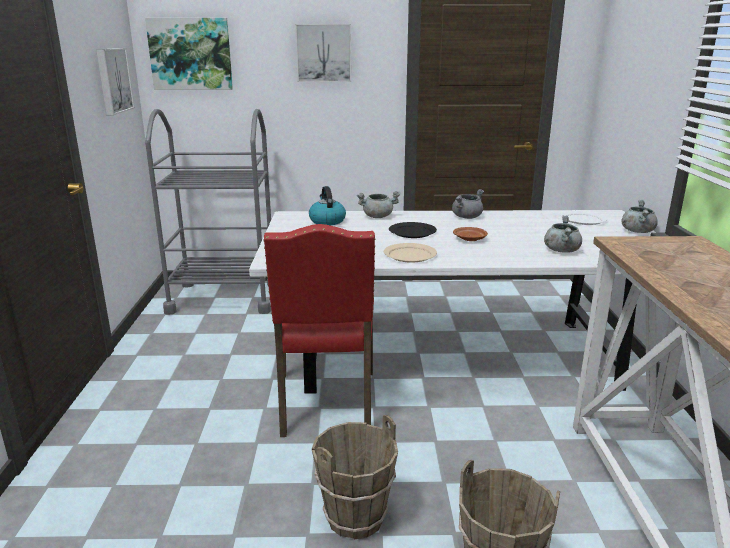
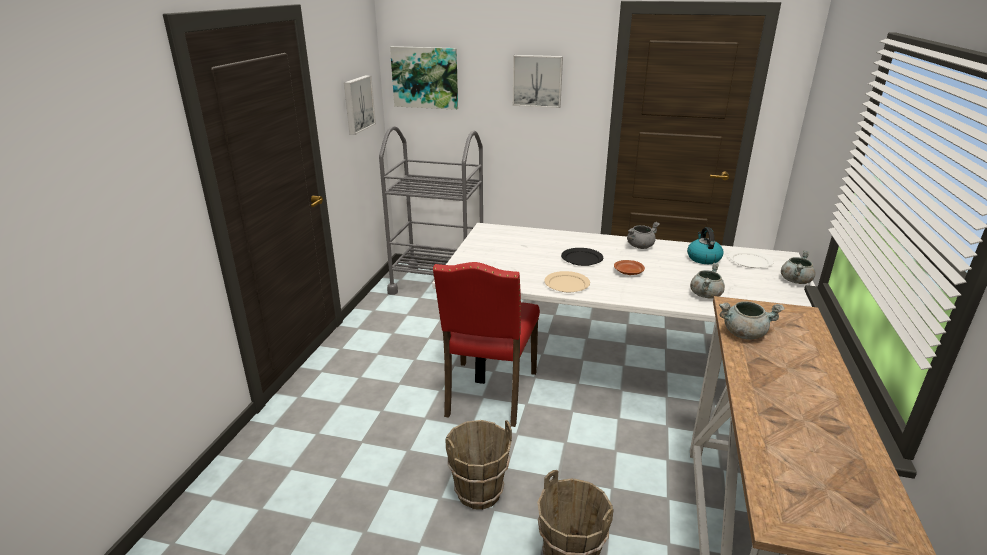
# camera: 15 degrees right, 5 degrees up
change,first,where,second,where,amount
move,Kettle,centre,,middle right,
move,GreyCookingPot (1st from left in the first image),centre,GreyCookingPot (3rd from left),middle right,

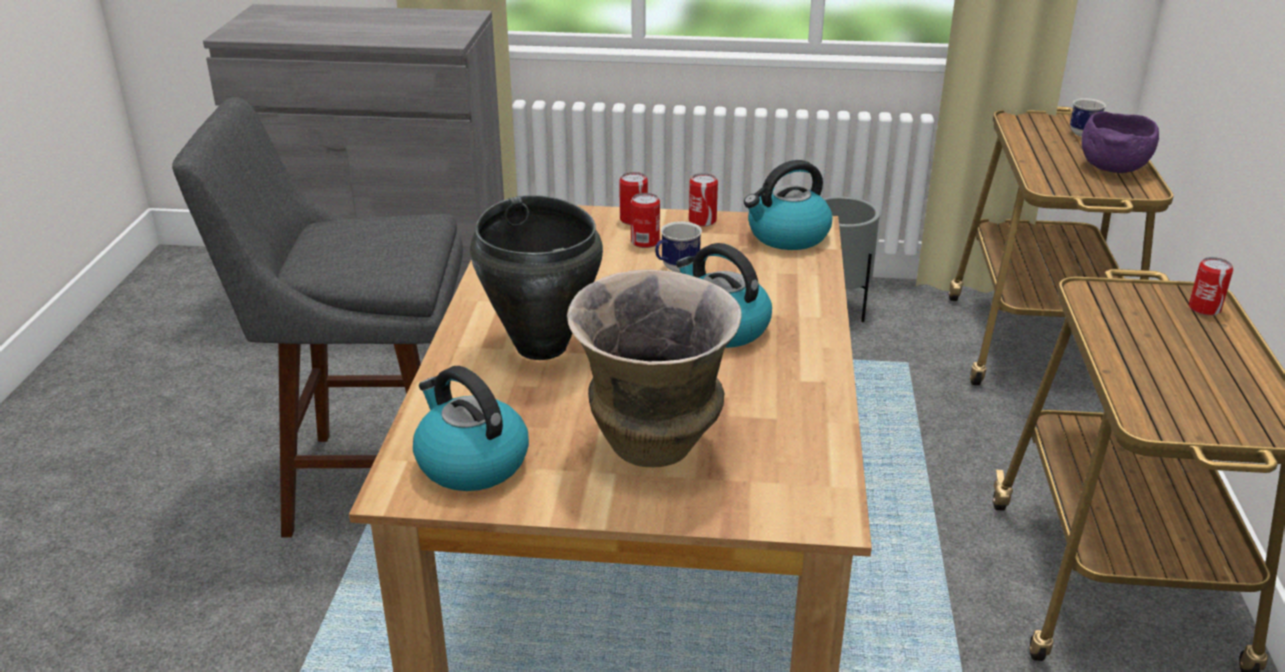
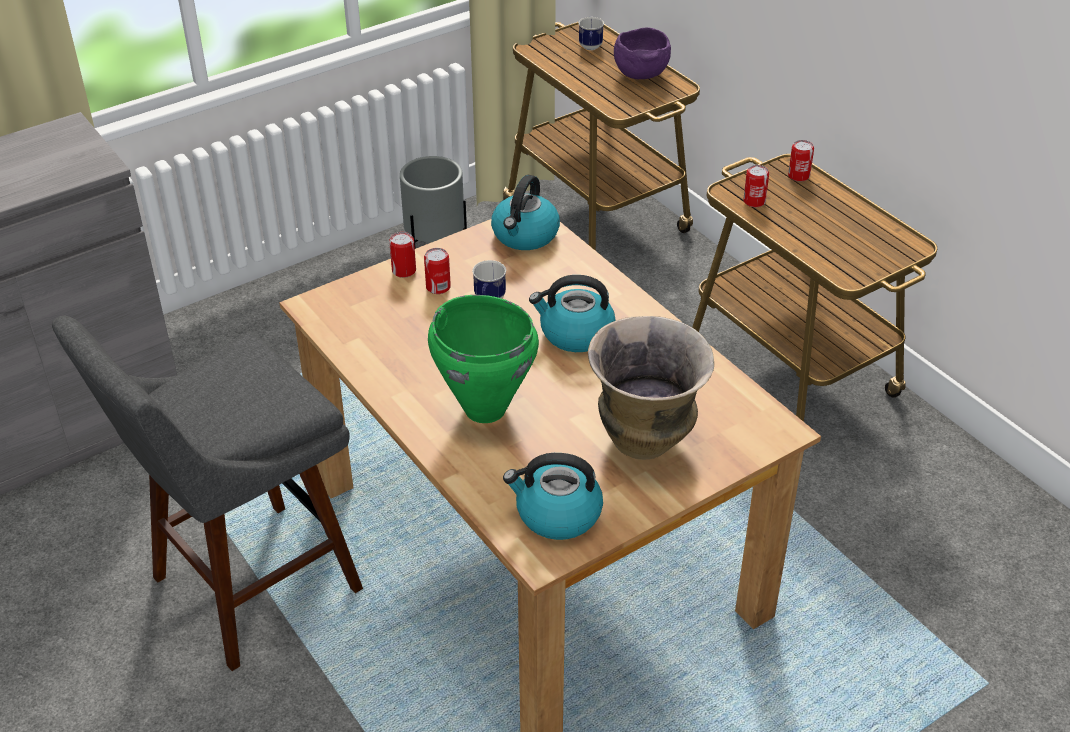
# camera: 40 degrees left, 10 degrees up
change,first,where,second,where,amount
recolor,BlackCookingPot,centre,GreenCookingPot,centre,
move,Can (3rd from left),top centre,,top right,

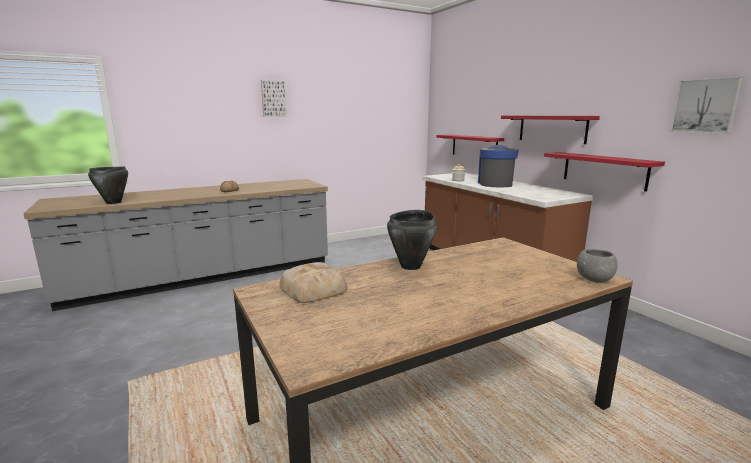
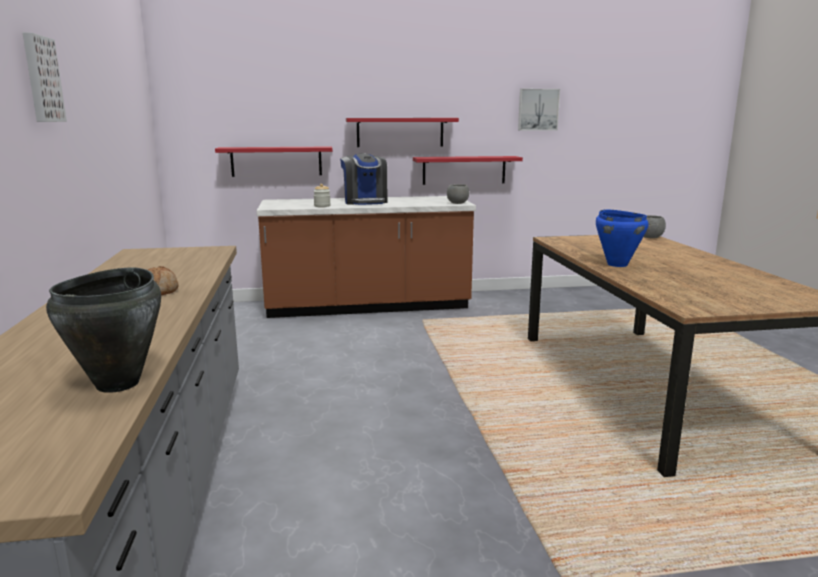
# camera: 70 degrees left, 0 degrees up
change,first,where,second,where,amount
rotate,CoffeeMachine,centre,,top centre,135 degrees counterclockwise
insert,,,GreyBowl (1st from left),centre,
recolor,BlackCookingPot (2nd from left),centre,BlueCookingPot,middle right,
delete,Bread (2nd from left),centre,,,

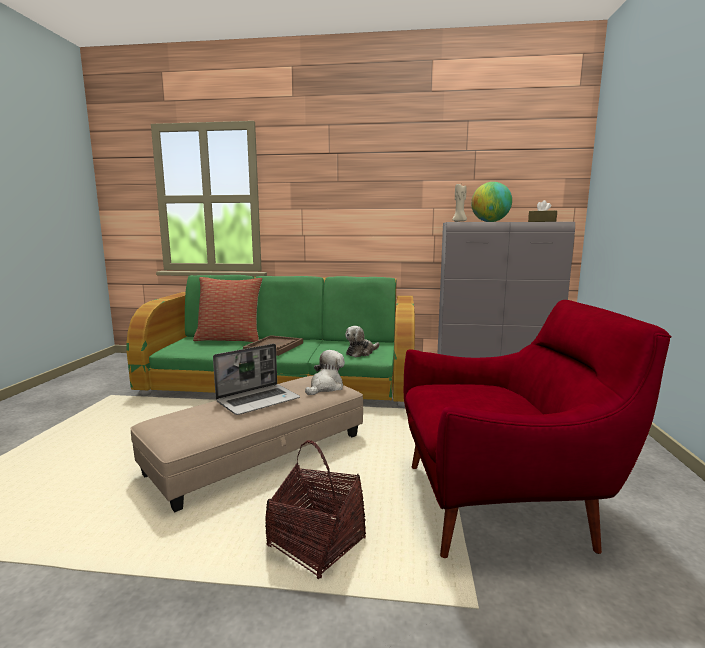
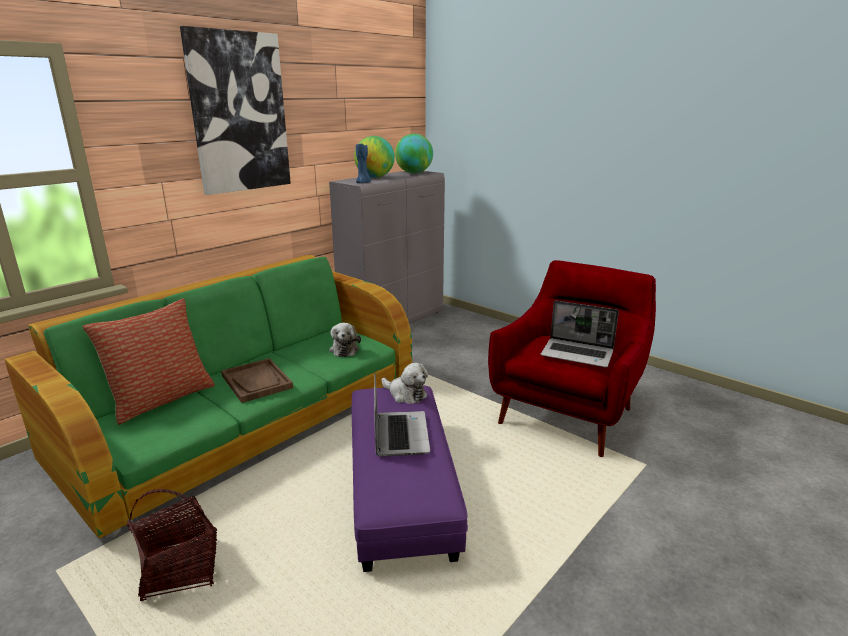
# camera: 55 degrees left, 10 degrees up
change,first,where,second,where,amount
move,Basket,bottom centre,,bottom left,
insert,,,Picture,top left,
recolor,BeigeOttoman,bottom centre,PurpleOttoman,bottom centre,
recolor,BeigeCandle,top centre,BlueCandle,top centre,
rotate,PlushToy (1st from left in the first image),centre,PlushToy (2nd from left),centre,150 degrees clockwise
replace,BrownTissueBox,top right,Globe (2nd from left),top centre,
insert,,,Laptop (2nd from left),middle right,

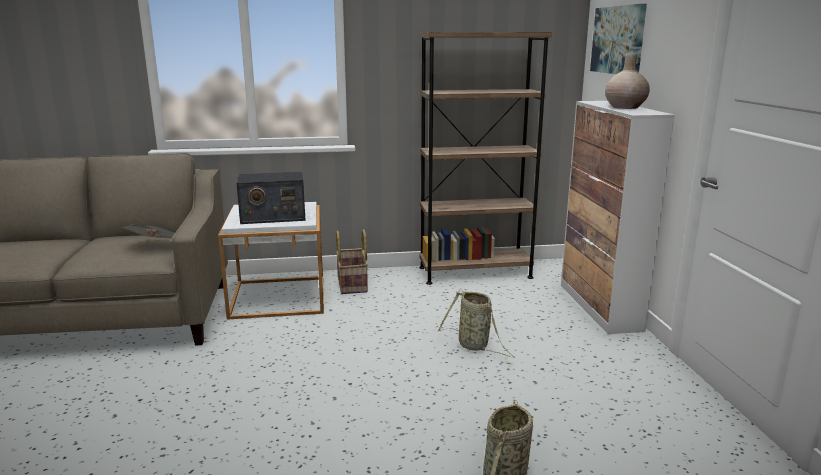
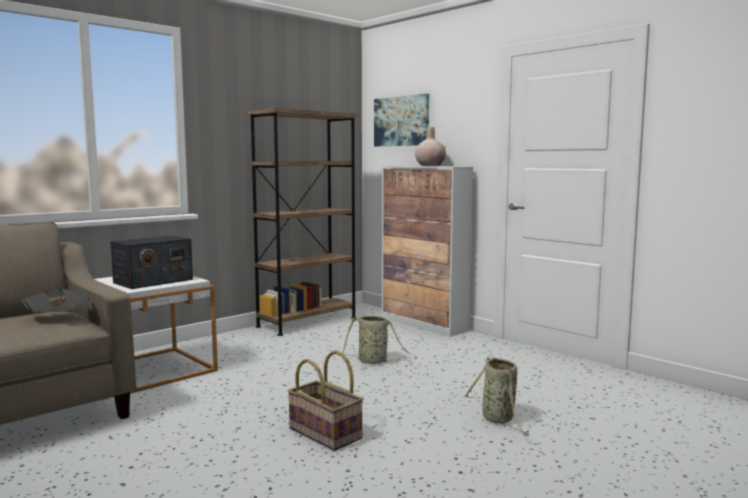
# camera: 35 degrees left, 10 degrees down
change,first,where,second,where,amount
move,Basket (1st from left),centre,,bottom centre,

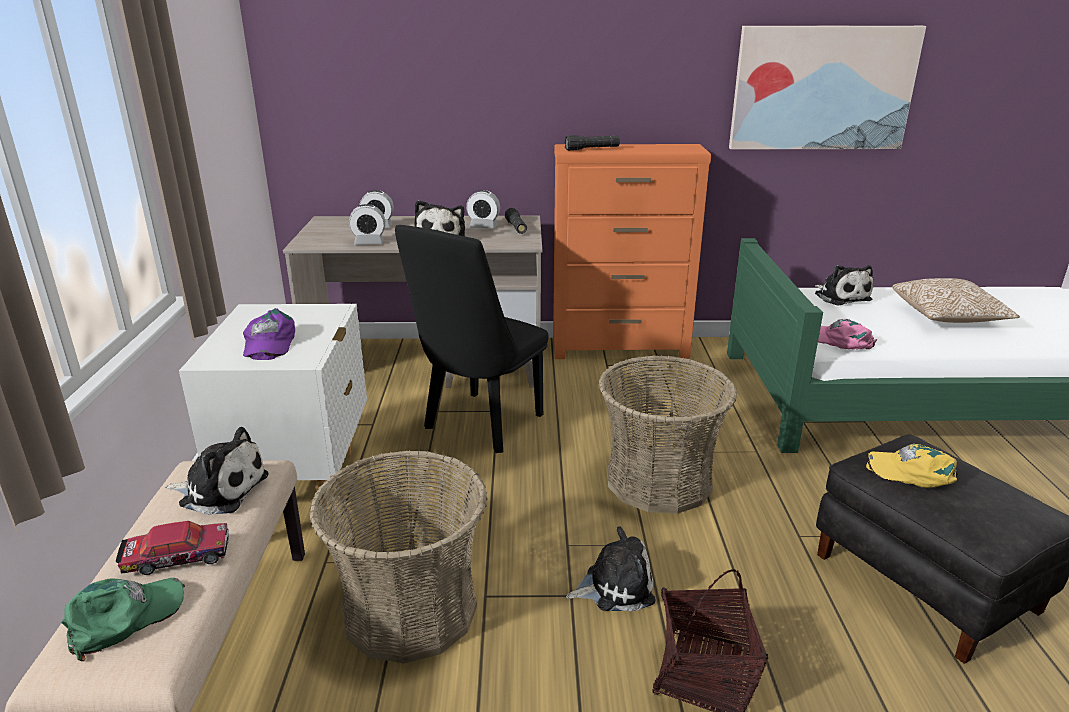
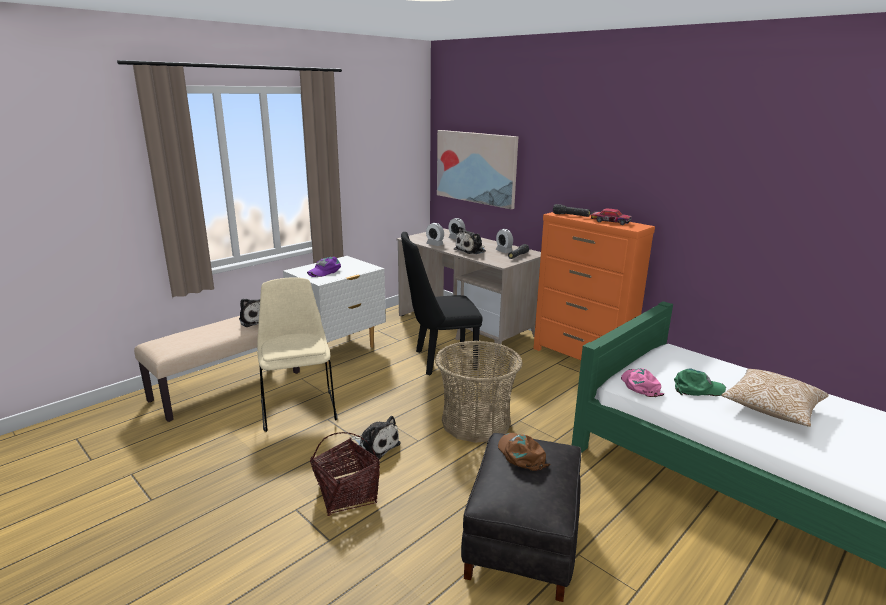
# camera: 45 degrees right, 5 degrees down
change,first,where,second,where,amount
replace,Basket (1st from left),bottom centre,BeigeChair,centre,
move,Picture,top right,,top centre,
recolor,YellowCap,middle right,BrownCap,bottom centre,
move,ToyCar,bottom left,,middle right,
move,GreenCap,bottom left,,middle right,
delete,PlushToy (4th from left),middle right,,,

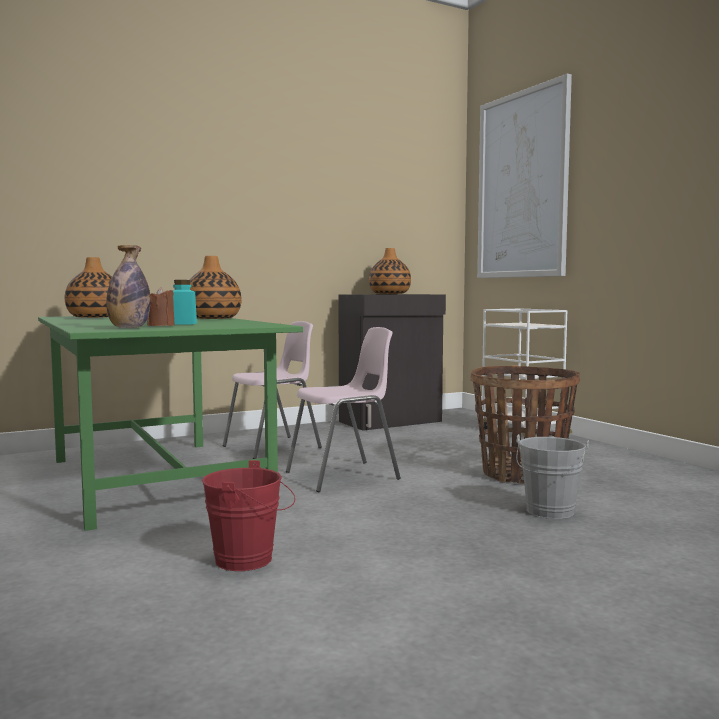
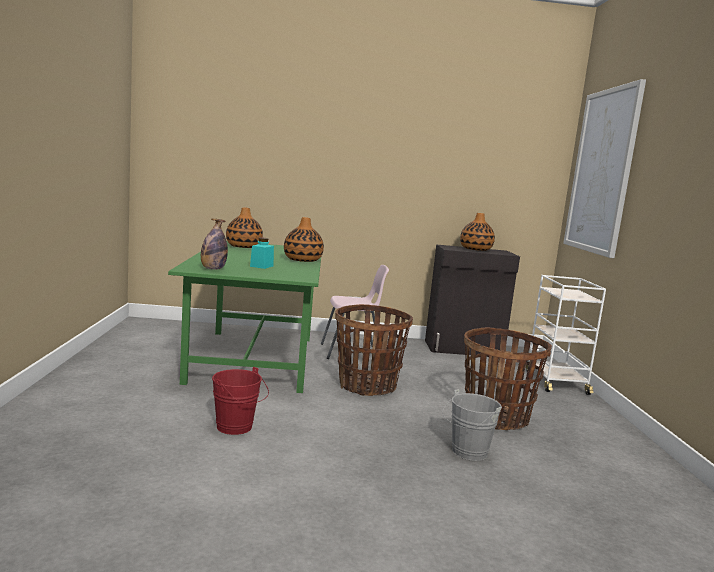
# camera: 25 degrees right, 5 degrees up
change,first,where,second,where,amount
replace,PinkChair (2nd from left),centre,Basket (1st from left),centre,
delete,BrownCandle,middle left,,,

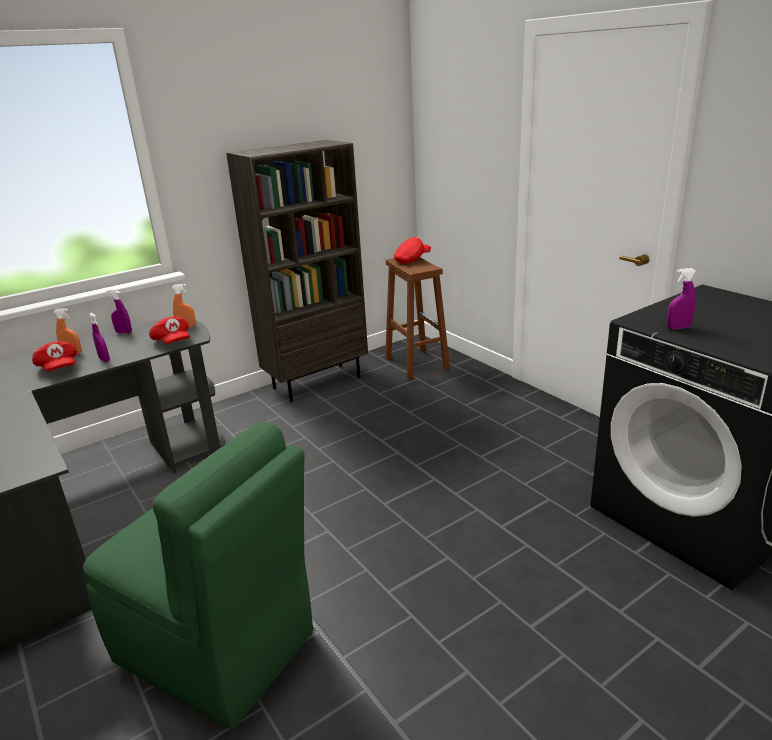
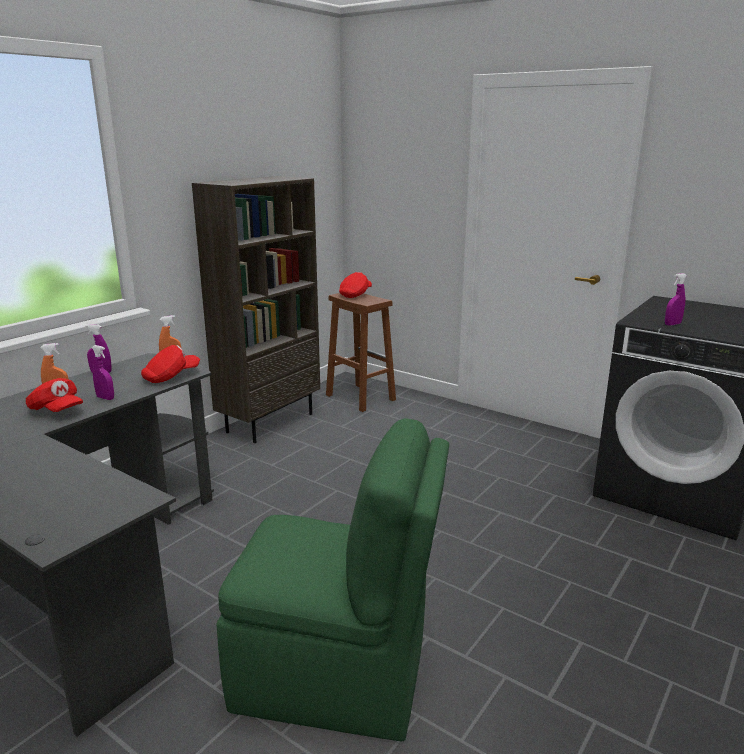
# camera: 20 degrees left, 5 degrees down
change,first,where,second,where,amount
rotate,RedCap (2nd from left),middle left,,middle left,75 degrees counterclockwise

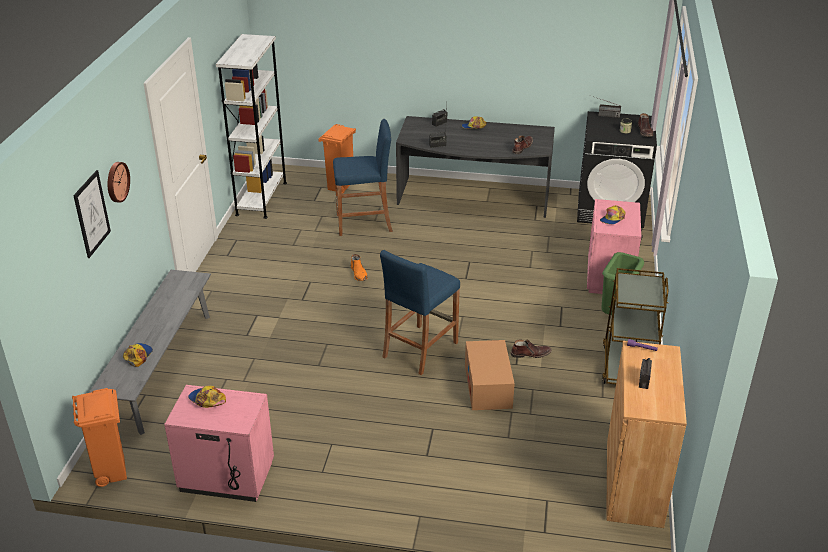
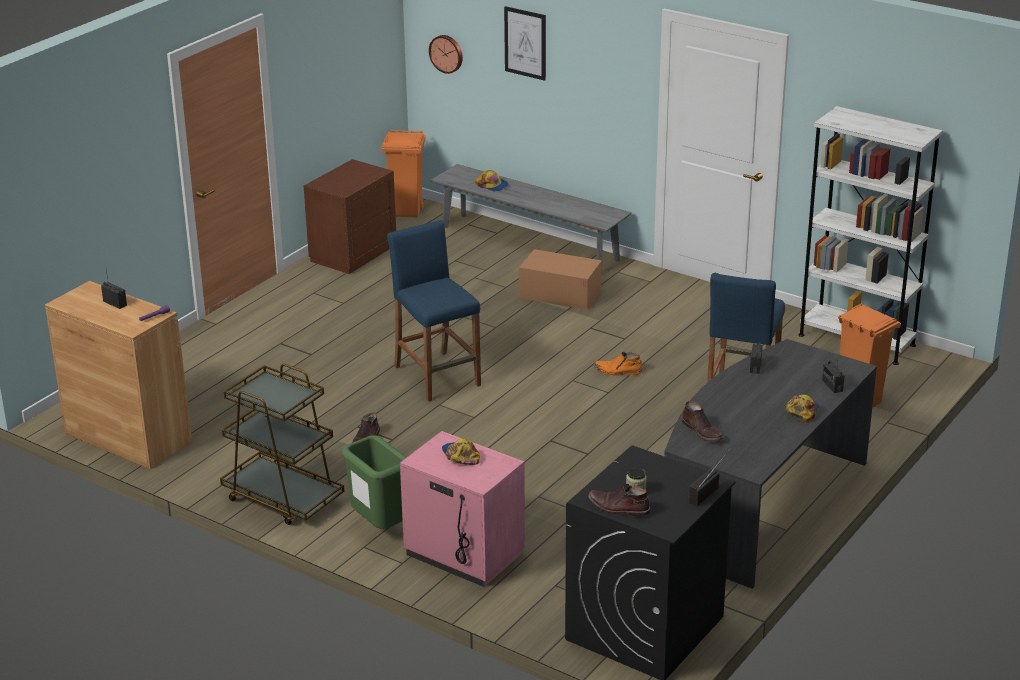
# camera: 115 degrees right, 5 degrees down
change,first,where,second,where,amount
recolor,PinkNightstand (1st from left),bottom left,BrownNightstand,top centre,
move,WallClock,top left,,top centre,
move,CardboardBox,bottom centre,,centre,
delete,Cap (2nd from left),bottom left,,,

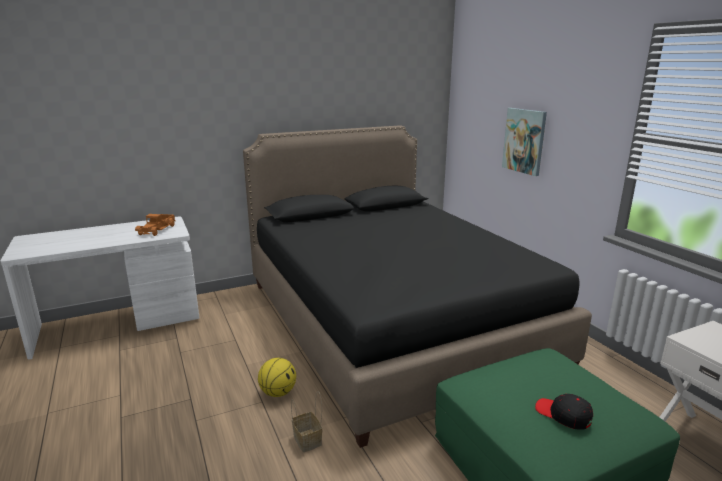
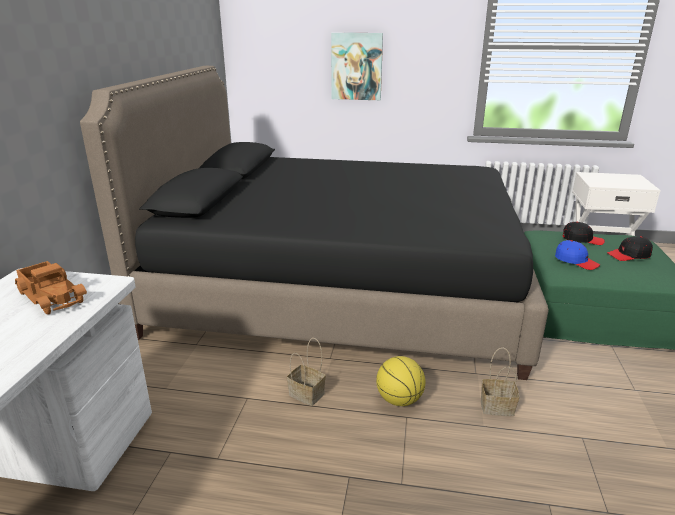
# camera: 55 degrees left, 5 degrees up
change,first,where,second,where,amount
insert,,,Basket (1st from left),bottom centre,
insert,,,BlueCap,middle right,
insert,,,BlackCap (1st from left),middle right,

